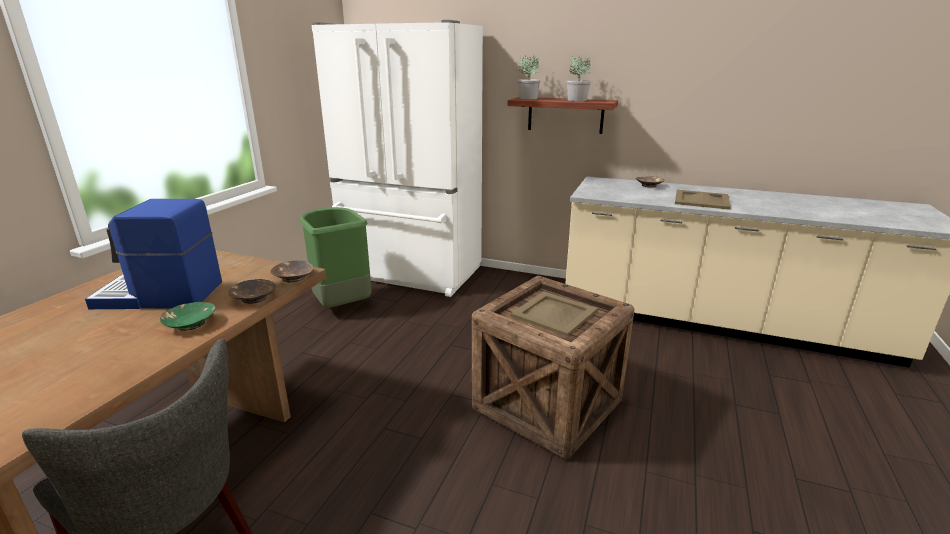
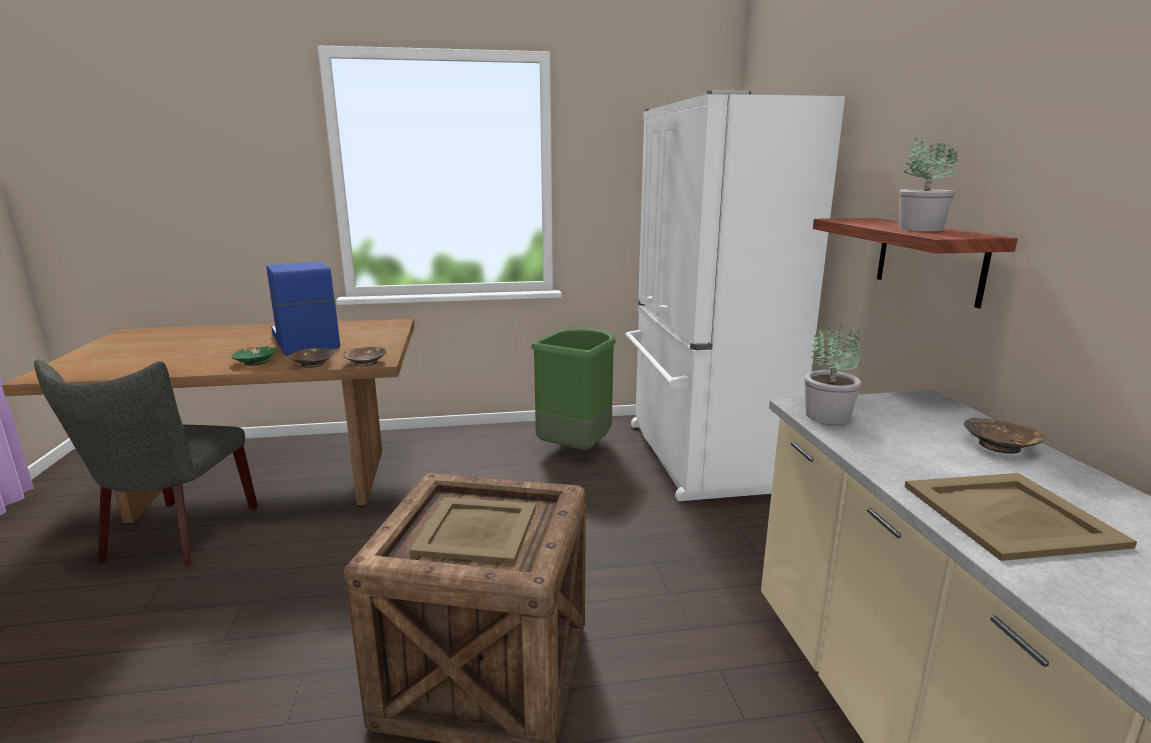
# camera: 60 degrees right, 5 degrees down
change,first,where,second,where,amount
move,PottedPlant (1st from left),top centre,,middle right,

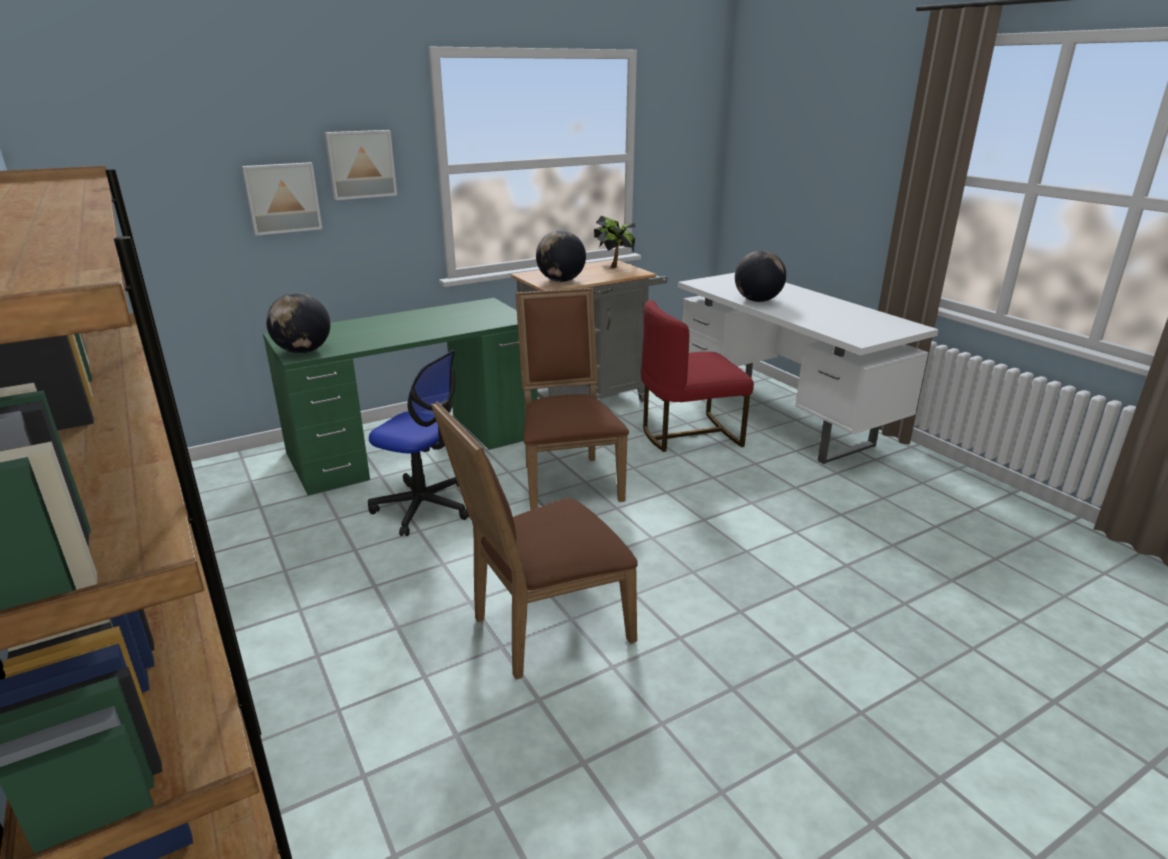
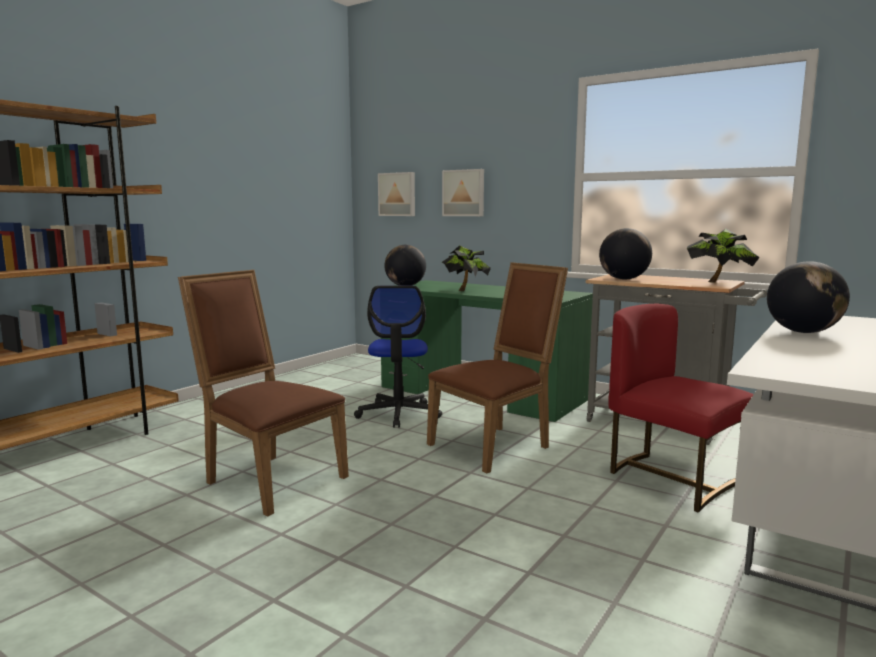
# camera: 65 degrees right, 15 degrees down
change,first,where,second,where,amount
move,Picture (2nd from left in the first image),top left,Picture (1st from left),top centre,
insert,,,PottedPlant (1st from left),centre,

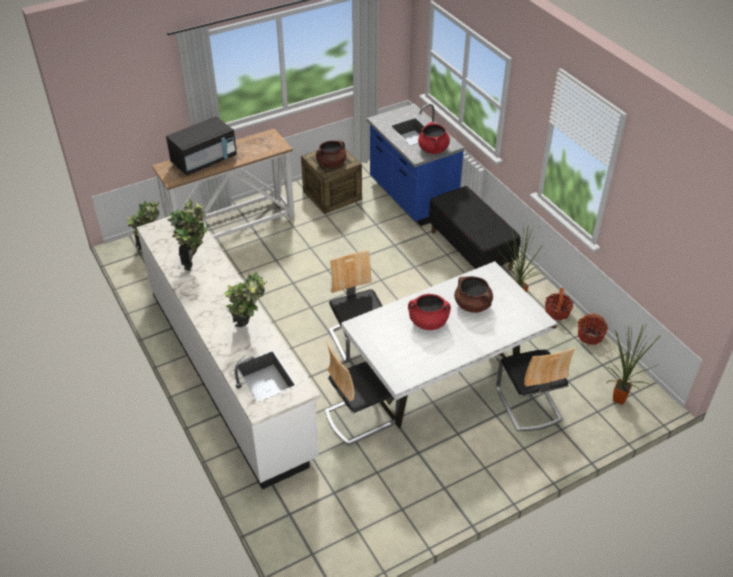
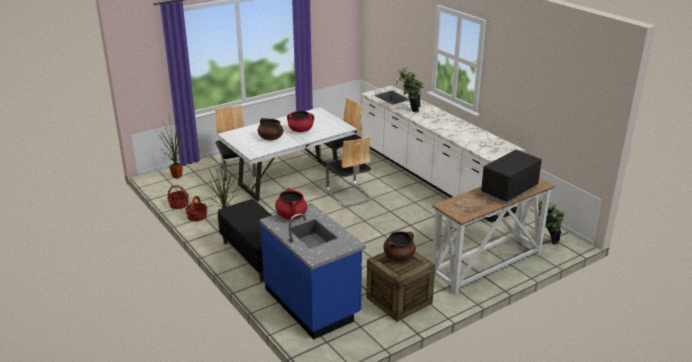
# camera: 175 degrees right, 15 degrees down
change,first,where,second,where,amount
delete,PottedPlant (2nd from left),middle left,,,

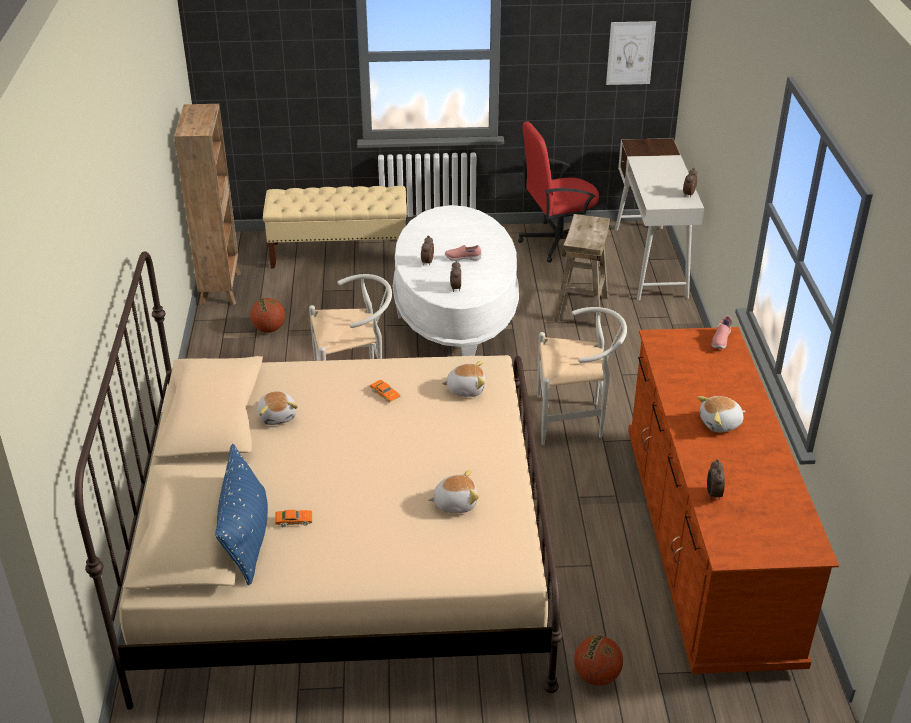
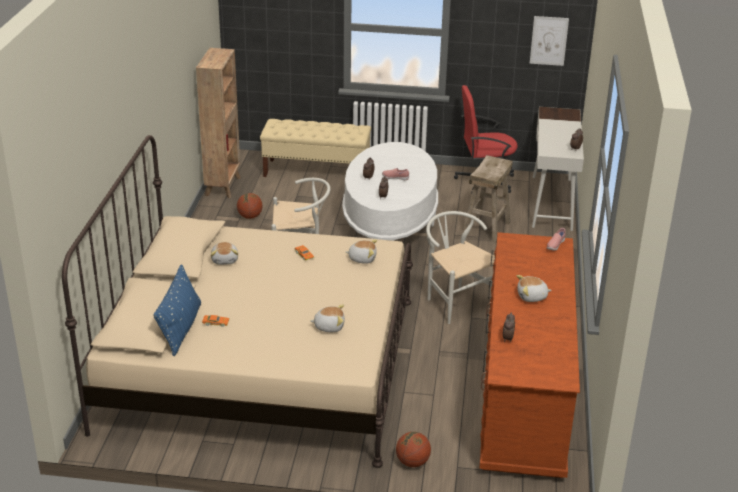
# camera: 10 degrees right, 5 degrees down
change,first,where,second,where,amount
rotate,WhiteChair (2nd from left),centre,,centre,135 degrees counterclockwise

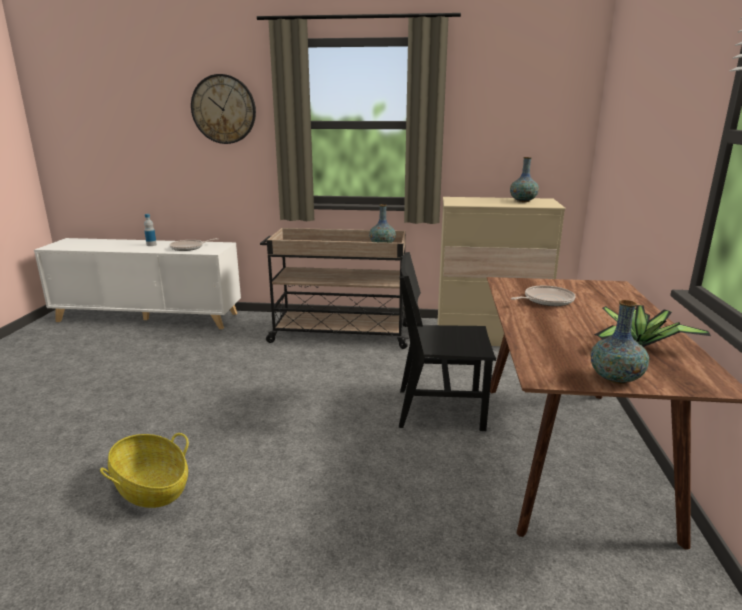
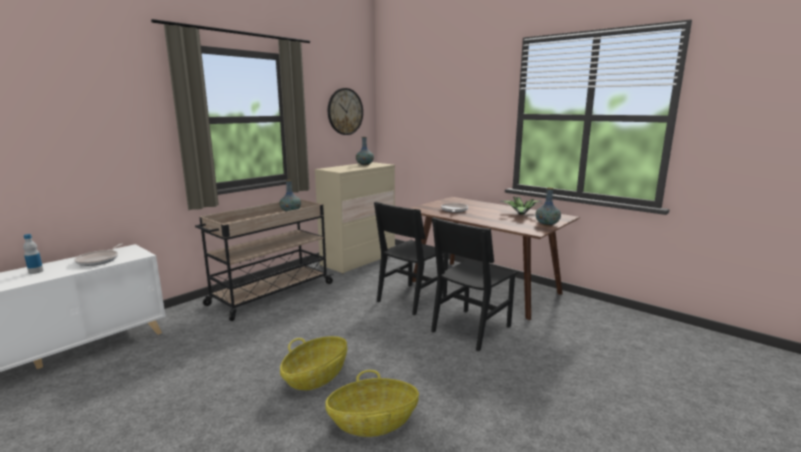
# camera: 55 degrees left, 5 degrees down
change,first,where,second,where,amount
insert,,,Basket (1st from left),bottom centre,
move,WallClock,top left,,top centre,
insert,,,BlackChair (2nd from left),centre,

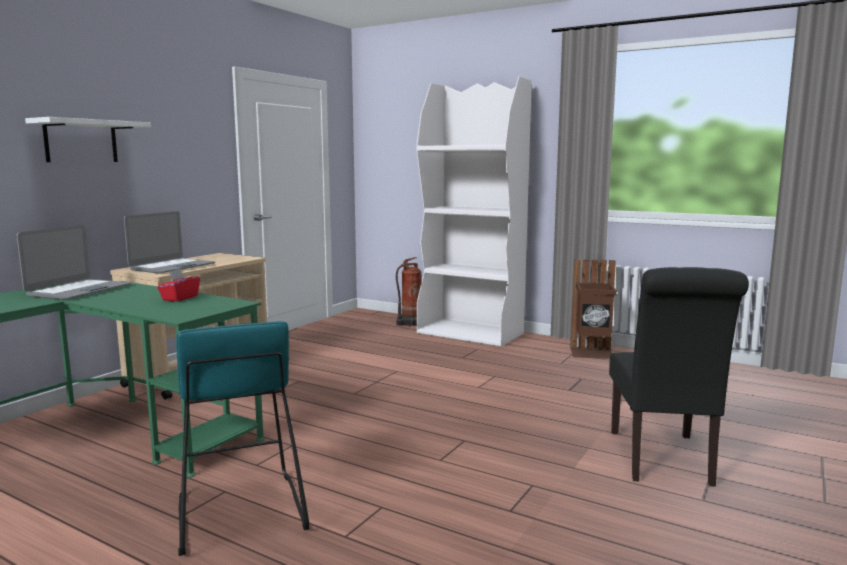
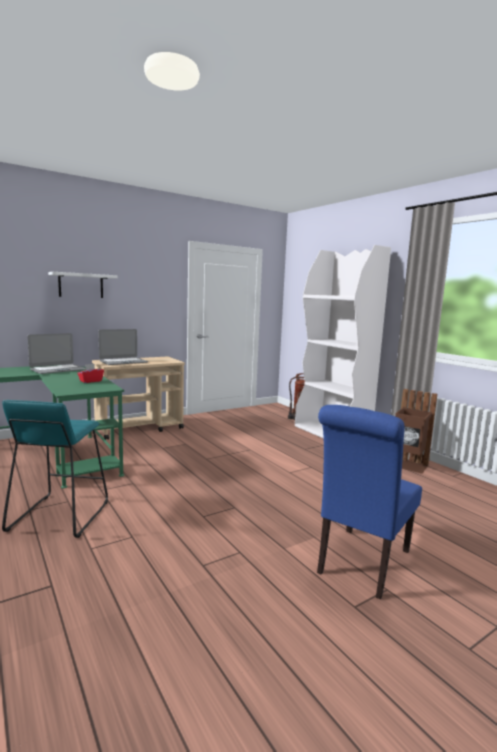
# camera: 25 degrees right, 0 degrees up
change,first,where,second,where,amount
recolor,BlackChair,bottom right,BlueChair,bottom right,

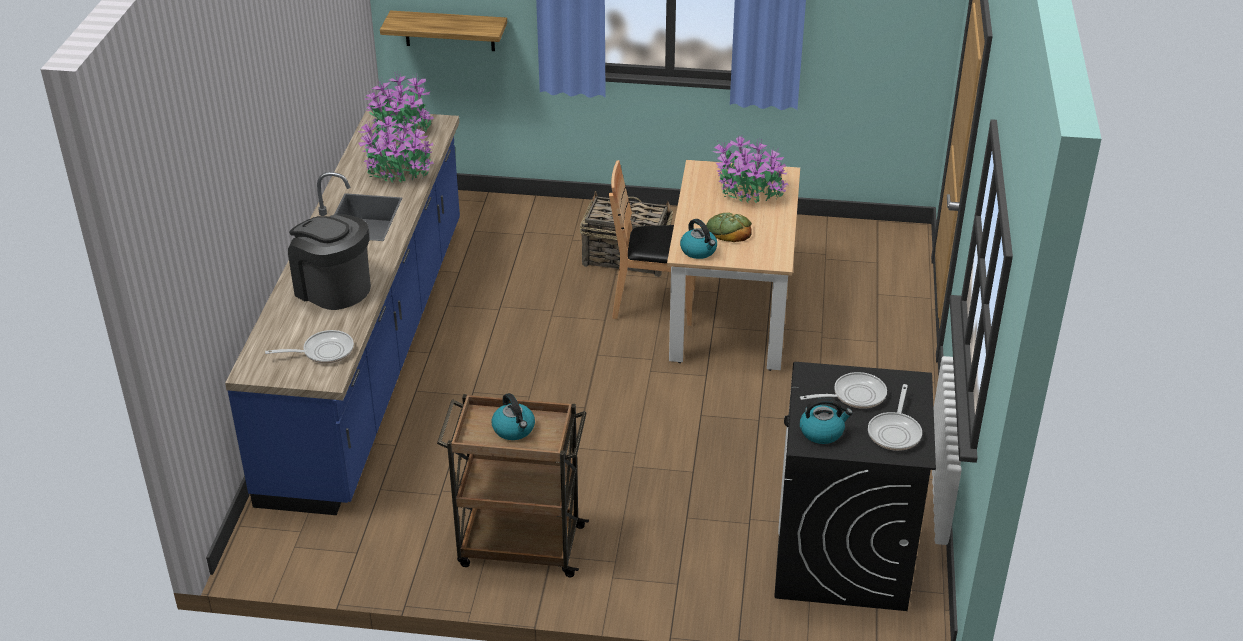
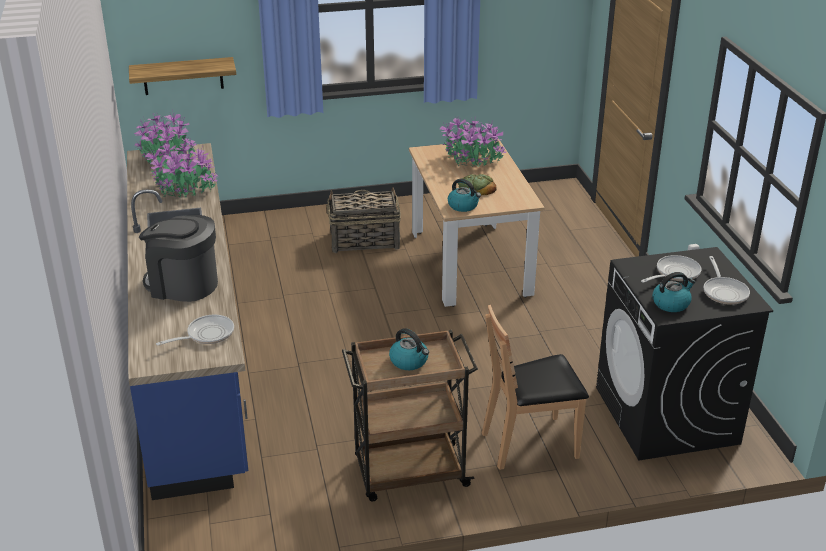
# camera: 20 degrees left, 5 degrees down
change,first,where,second,where,amount
move,BrownChair,centre,,bottom centre,

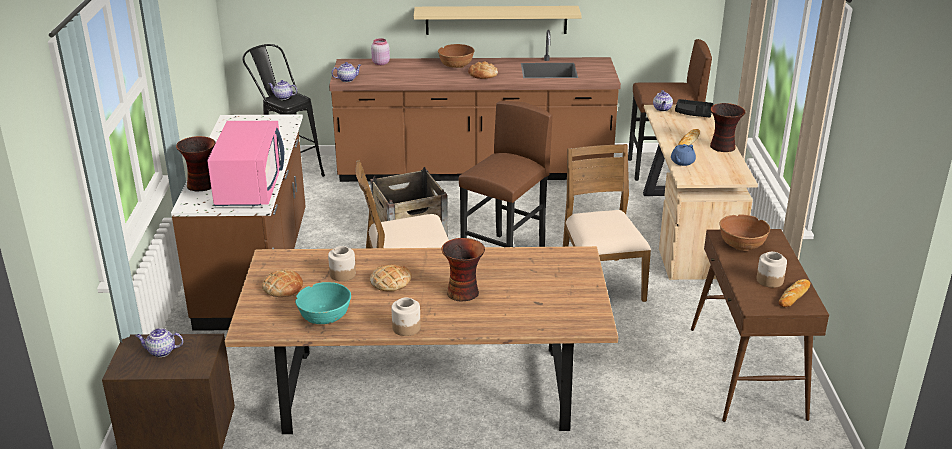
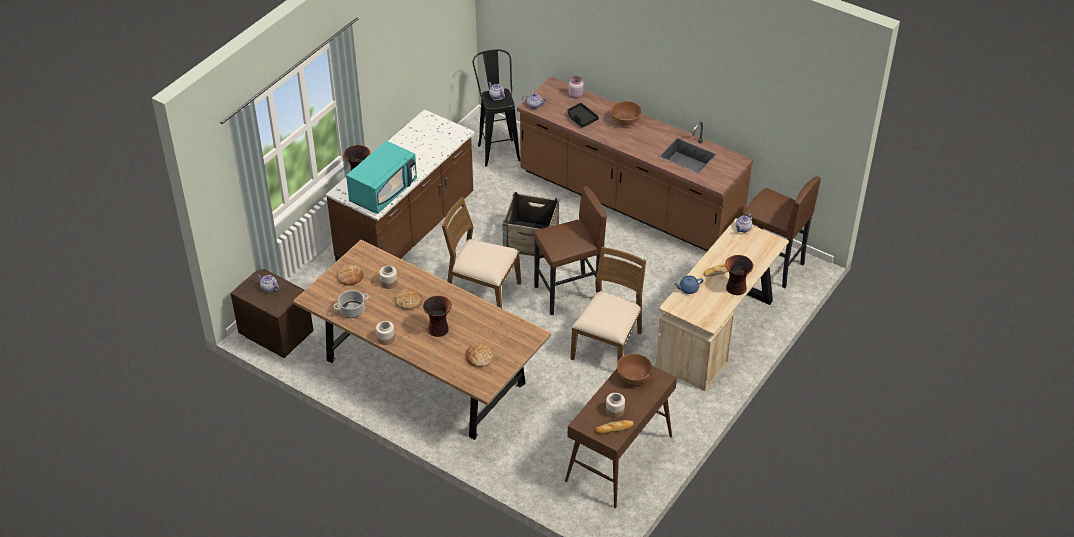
# camera: 35 degrees right, 15 degrees up
change,first,where,second,where,amount
replace,TurquoiseBowl,bottom centre,CookingPot,middle left,
recolor,PinkMicrowave,middle left,TurquoiseMicrowave,top centre,
move,Bread (3rd from left),top centre,,centre,
move,BlackTray,top right,,top centre,
delete,BeigeShelf,top centre,,,

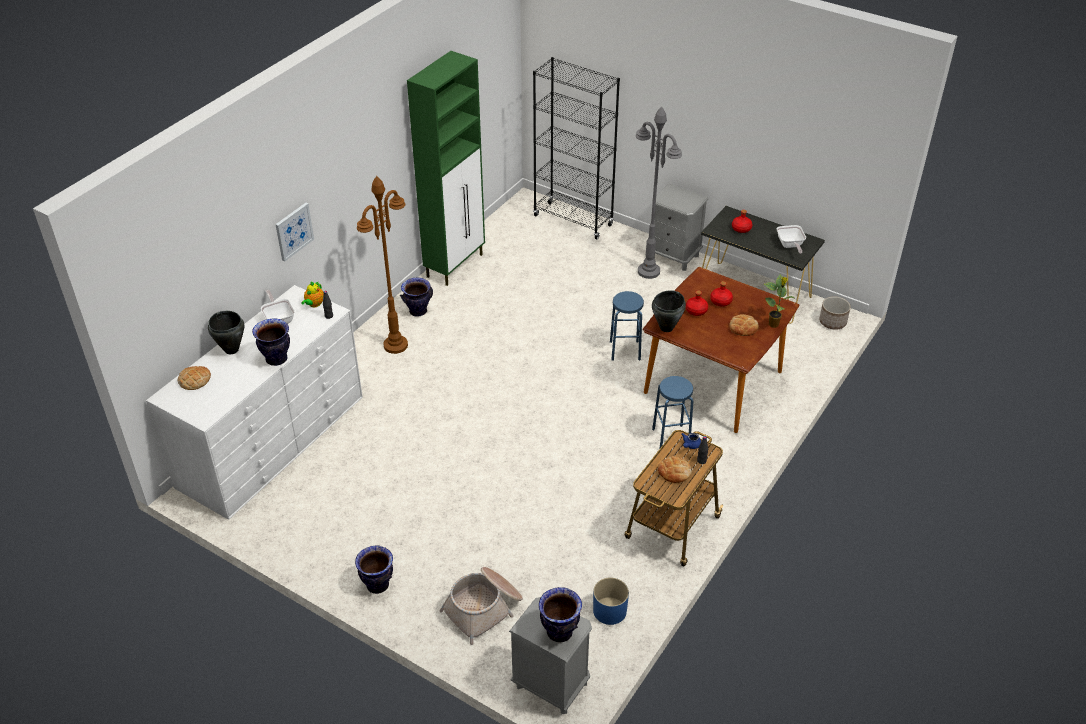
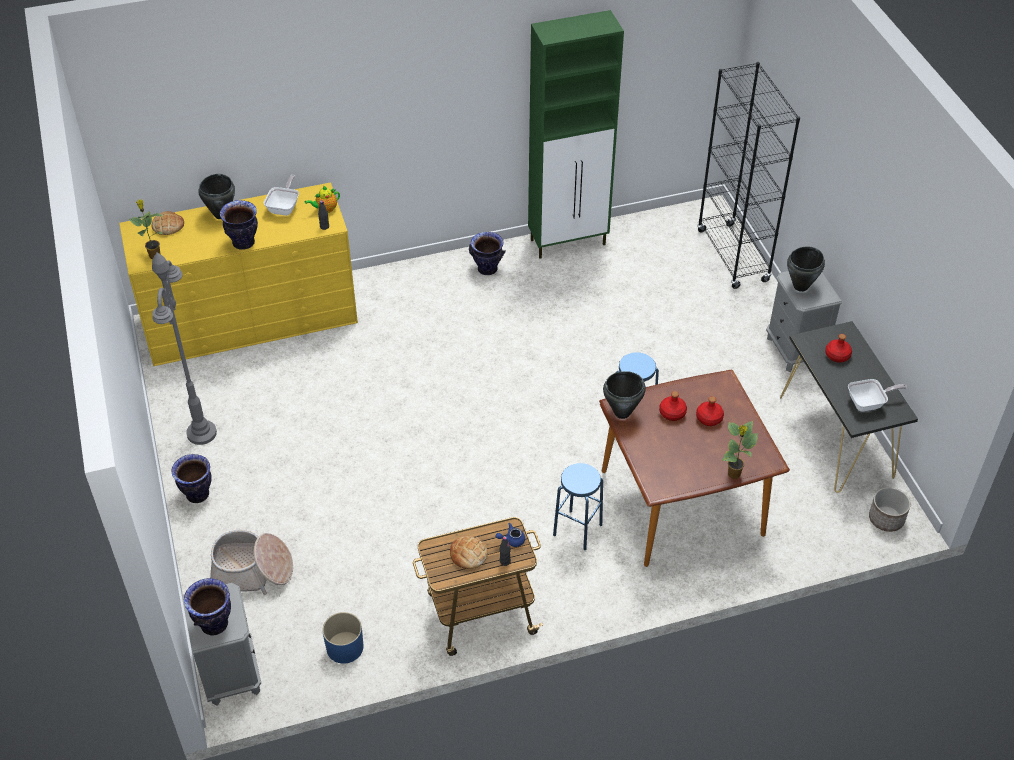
# camera: 40 degrees right, 5 degrees up
change,first,where,second,where,amount
recolor,WhiteDresser,middle left,YellowDresser,middle left,
insert,,,PottedPlant (1st from left),top left,
move,GreyFloorLamp,top centre,,middle left,
insert,,,BlackCookingPot (3rd from left),middle right,
rotate,FryingPan (2nd from left),top right,,middle right,135 degrees counterclockwise
delete,Picture,top left,,,
delete,BrownFloorLamp,centre,,,
delete,Bread (3rd from left),middle right,,,

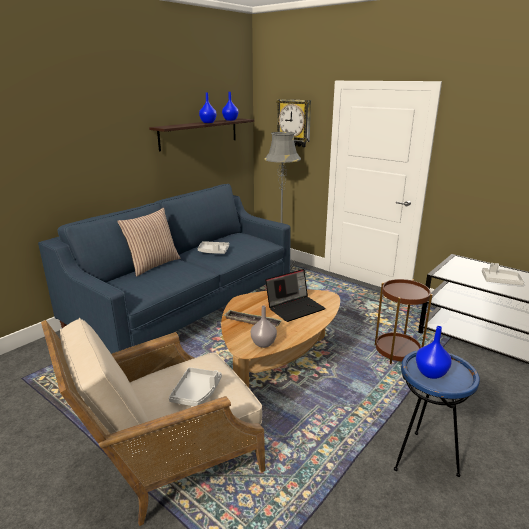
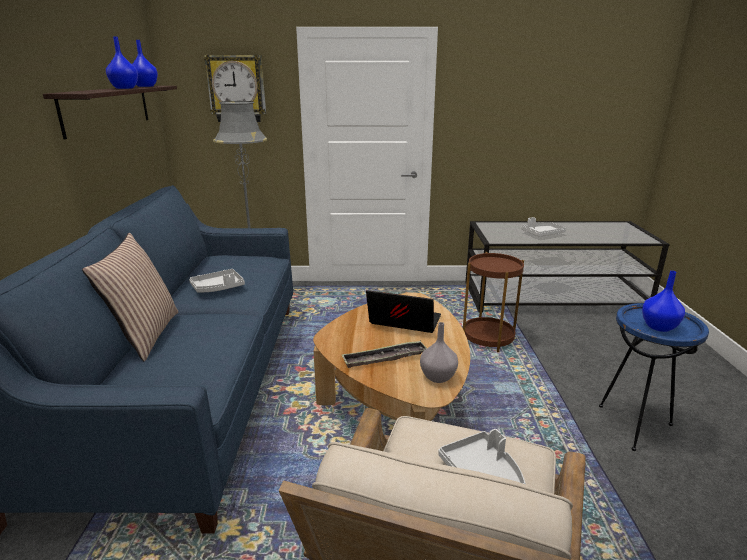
# camera: 40 degrees left, 0 degrees up
change,first,where,second,where,amount
rotate,Laptop,centre,,centre,90 degrees counterclockwise

